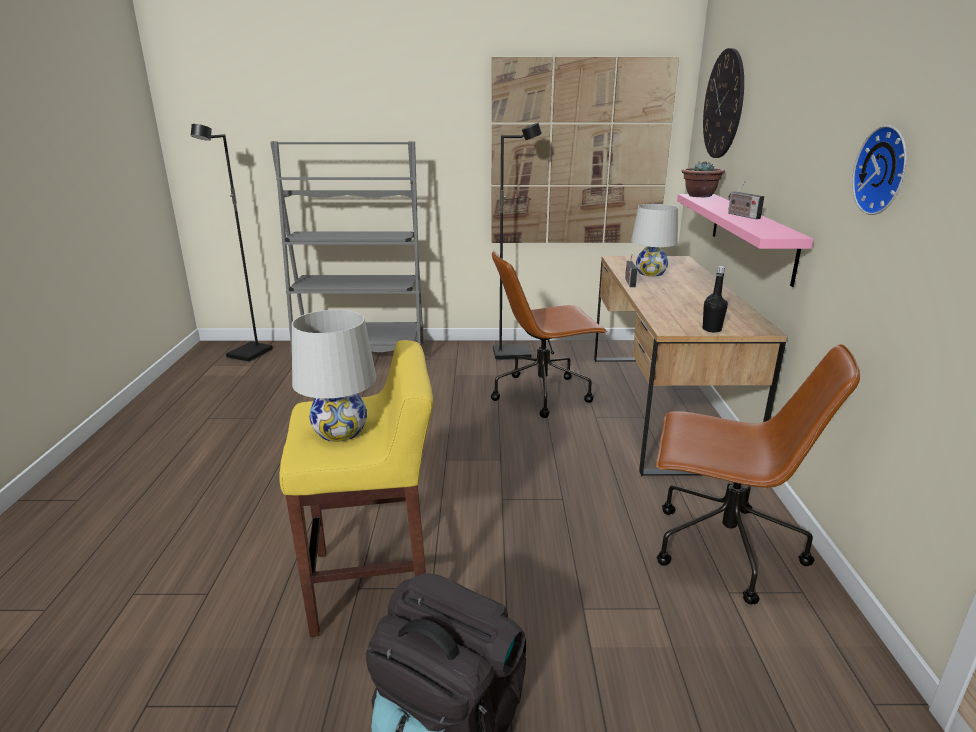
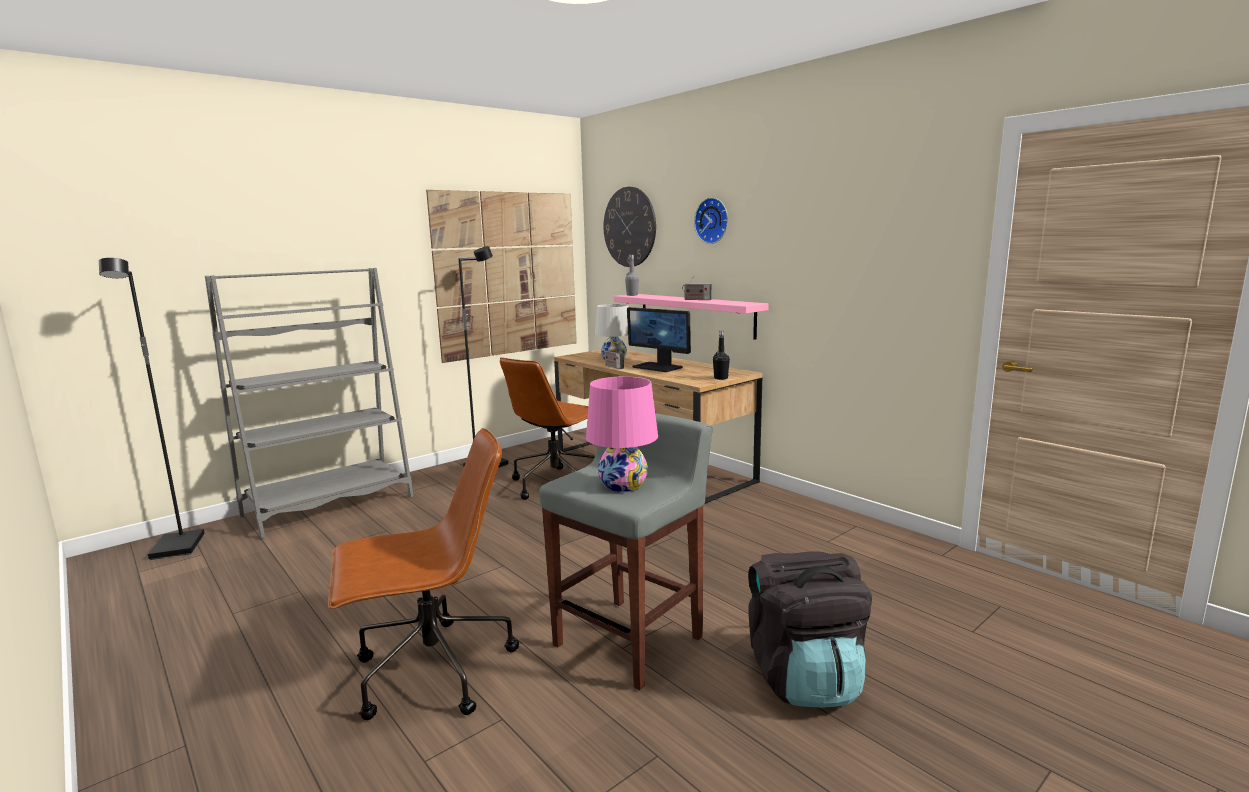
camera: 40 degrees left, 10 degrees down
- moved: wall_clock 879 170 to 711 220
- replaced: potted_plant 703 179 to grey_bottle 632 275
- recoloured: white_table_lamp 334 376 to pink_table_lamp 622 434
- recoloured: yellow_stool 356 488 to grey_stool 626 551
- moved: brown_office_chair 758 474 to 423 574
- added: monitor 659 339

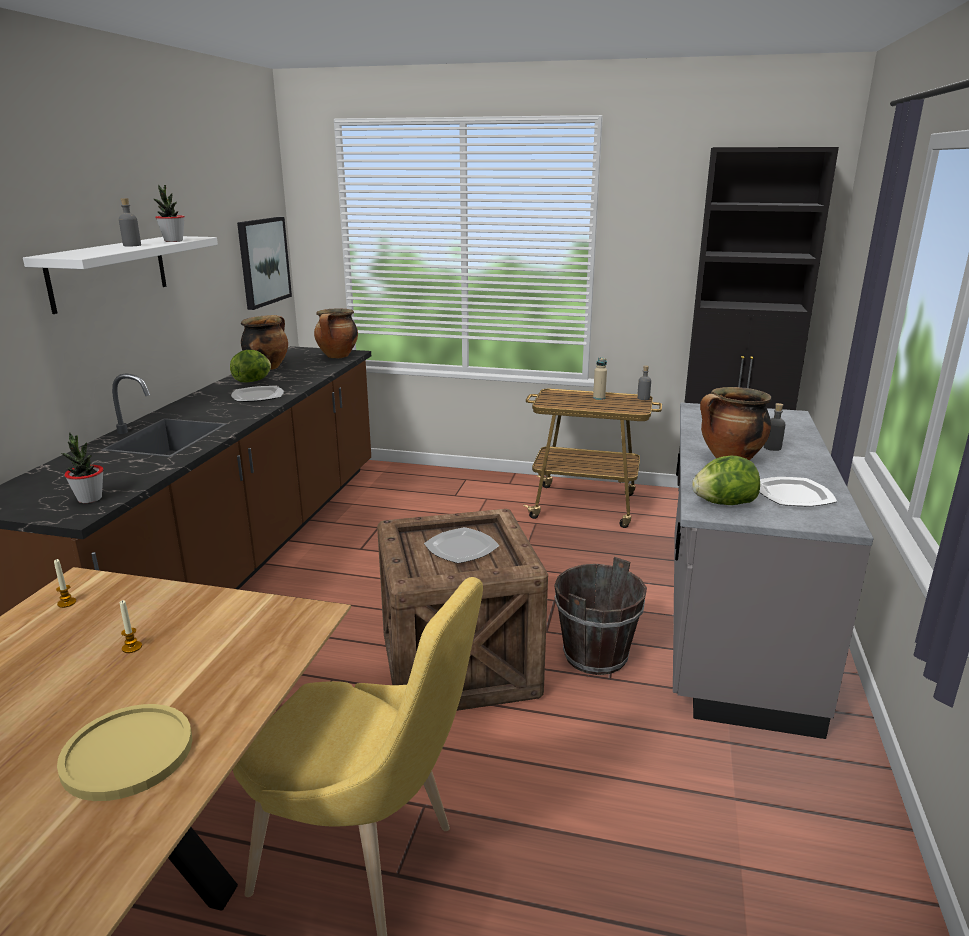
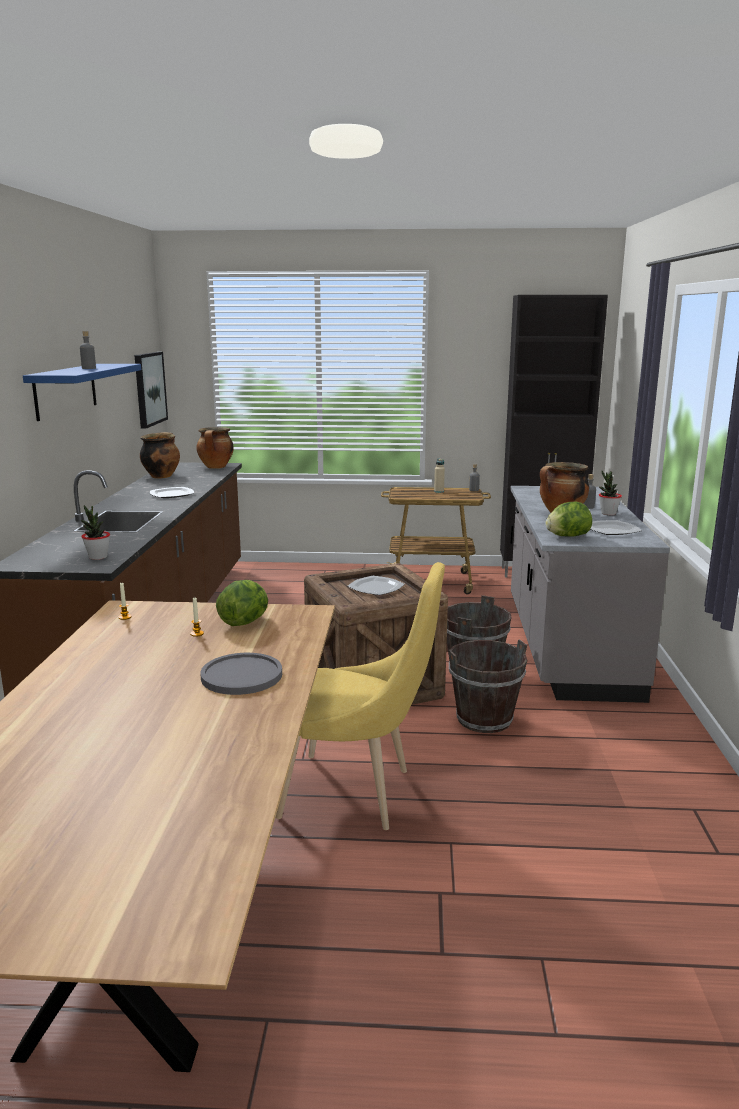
camera: 10 degrees left, 5 degrees down
- moved: potted_plant 169 213 to 610 493
- recoloured: white_shelf 120 275 to blue_shelf 82 392
- moved: lettuce 250 366 to 242 603
- recoloured: yellow_plate 124 752 to grey_plate 241 674
- added: brown_bucket 487 686

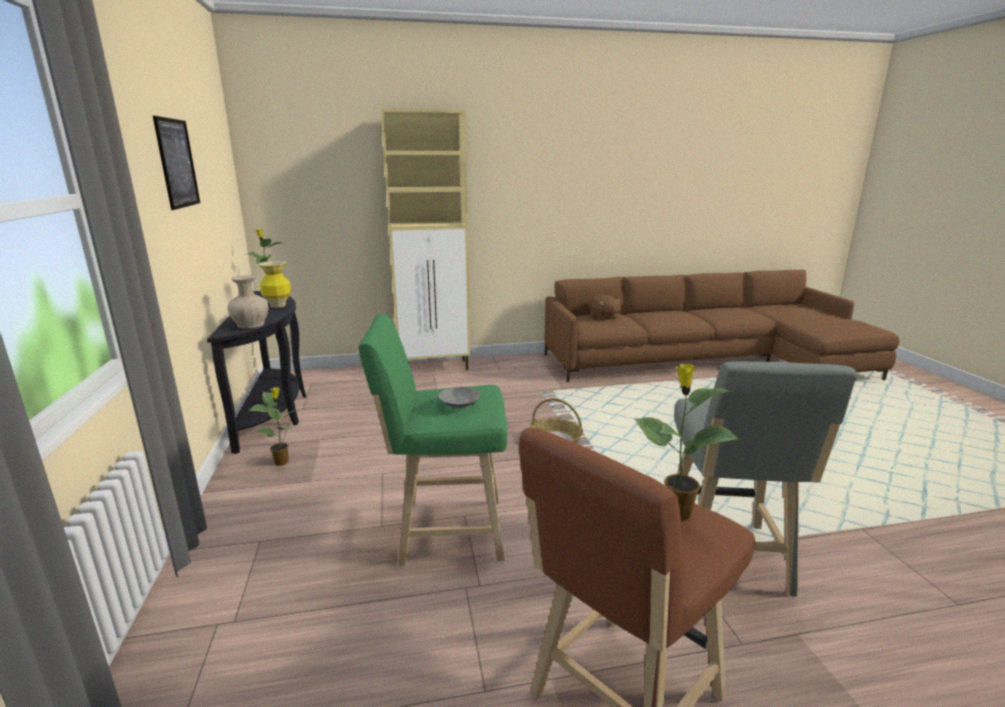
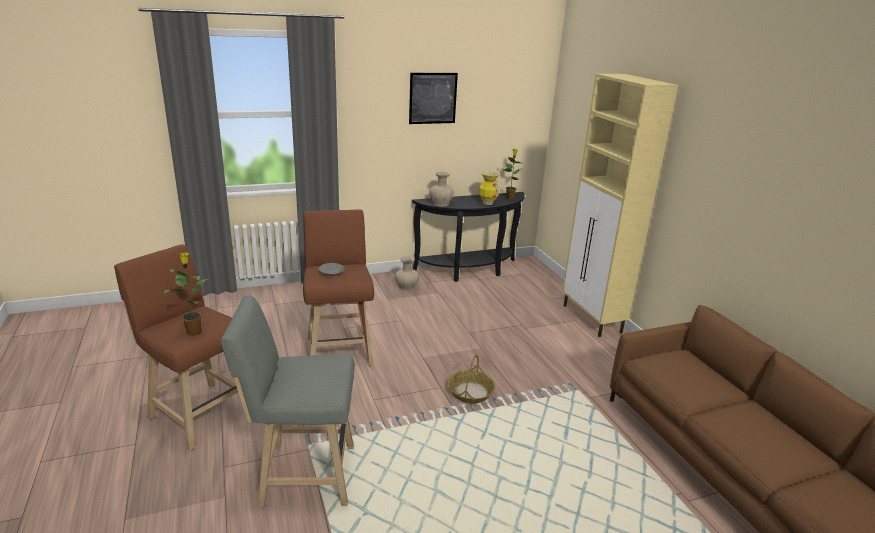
camera: 80 degrees right, 5 degrees up
- removed: brown_plush_toy 605 307
- recoloured: green_stool 432 439 to brown_stool 338 288
- replaced: potted_plant 274 426 to beige_vase 407 273

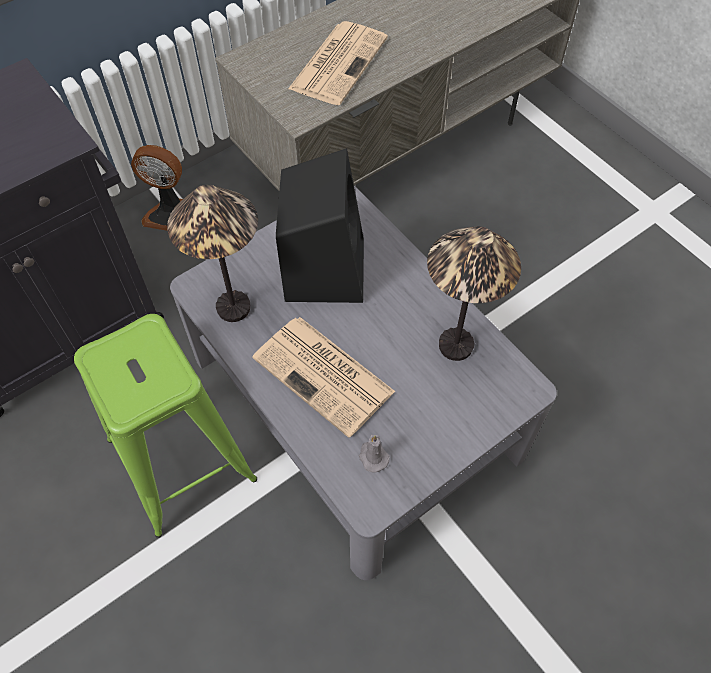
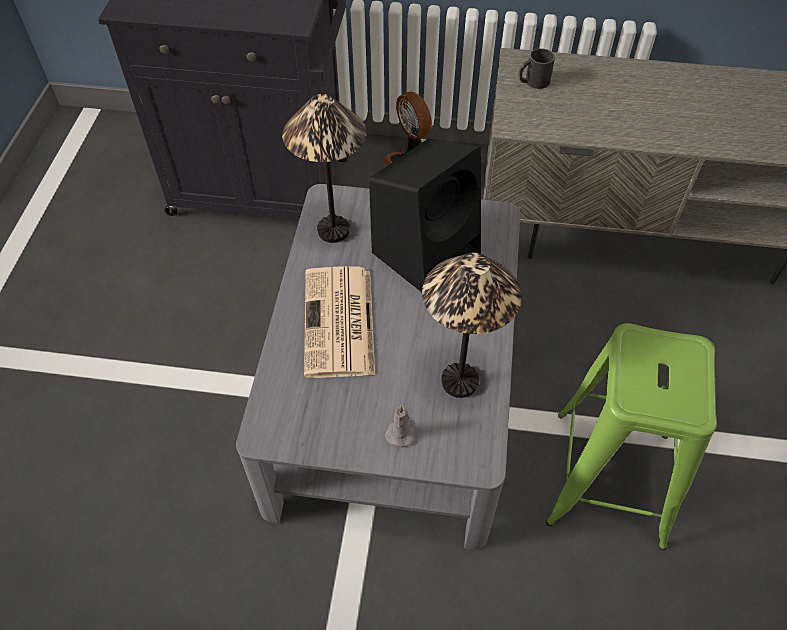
camera: 45 degrees right, 5 degrees down
- removed: newspaper 338 63
- moved: green_stool 165 426 to 631 436
- moved: grey_candle 374 454 to 400 426
- added: black_mug 536 68

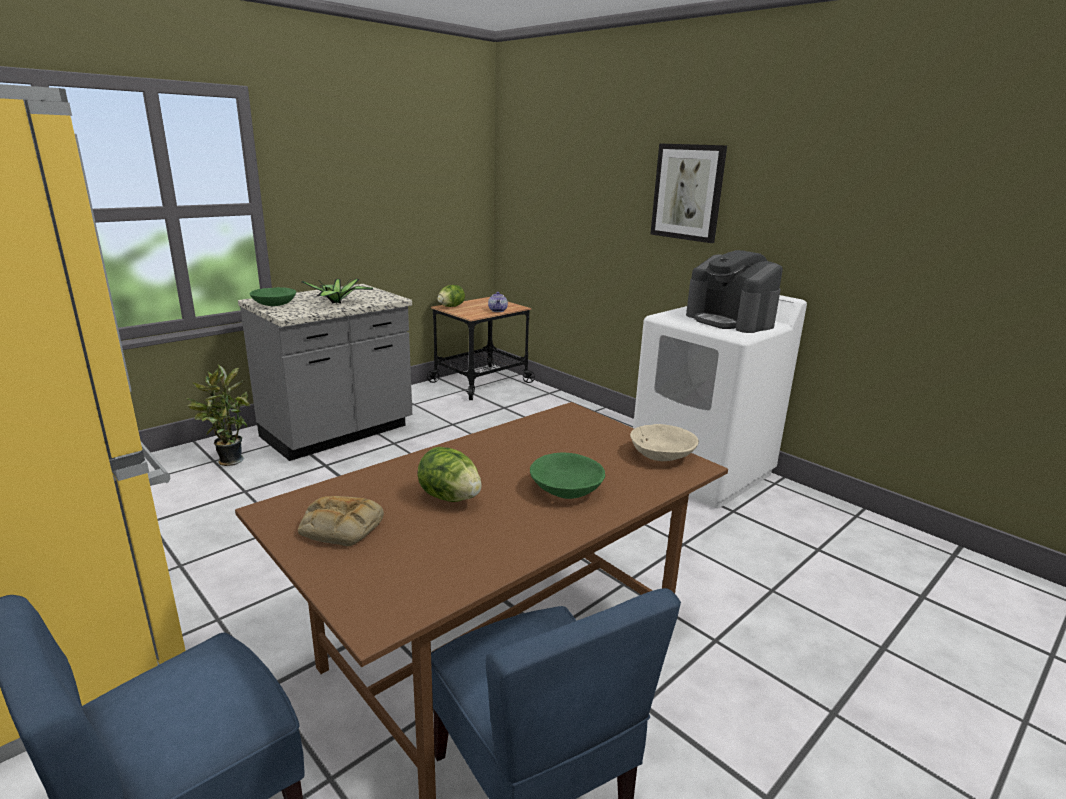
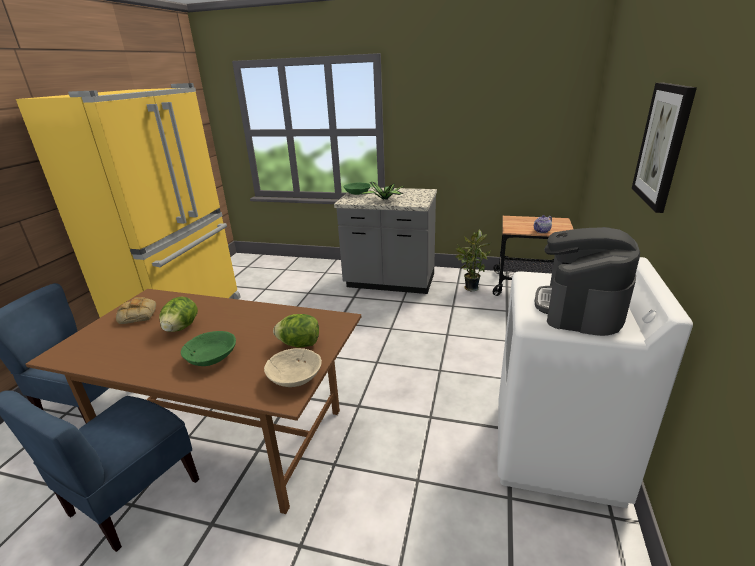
camera: 60 degrees right, 5 degrees up
- moved: lettuce 451 296 to 296 331
- moved: potted_plant 218 415 to 473 260

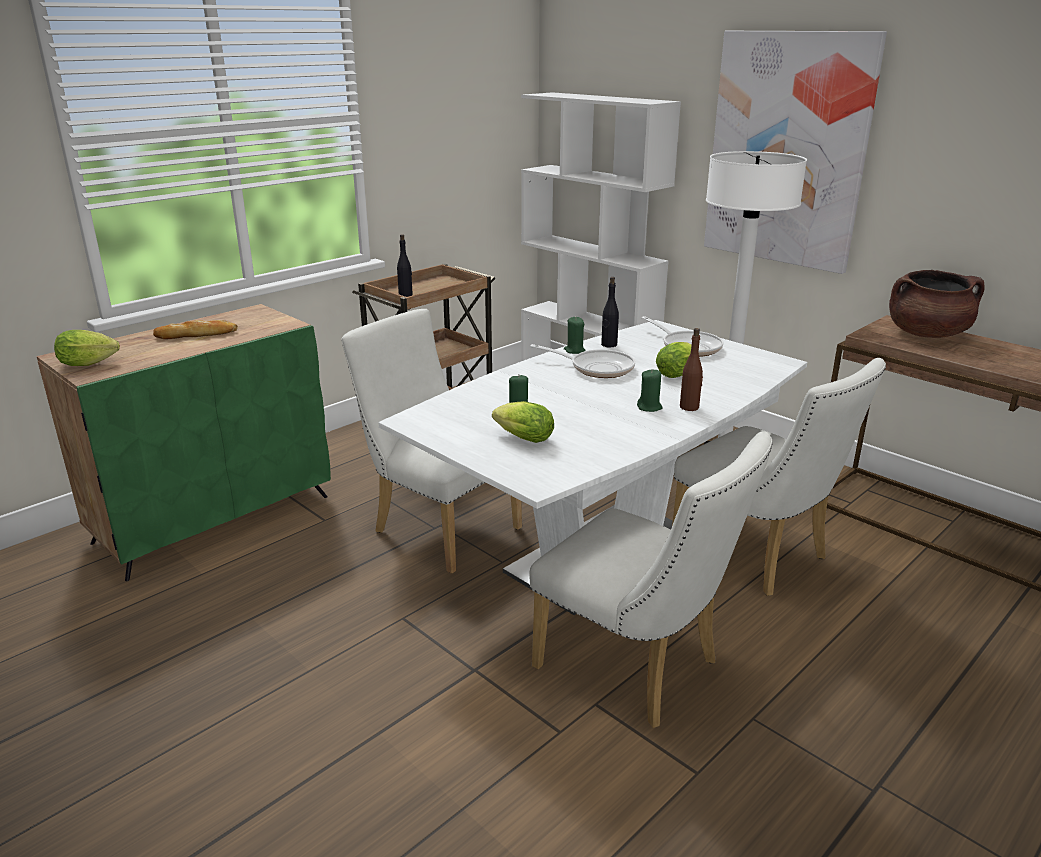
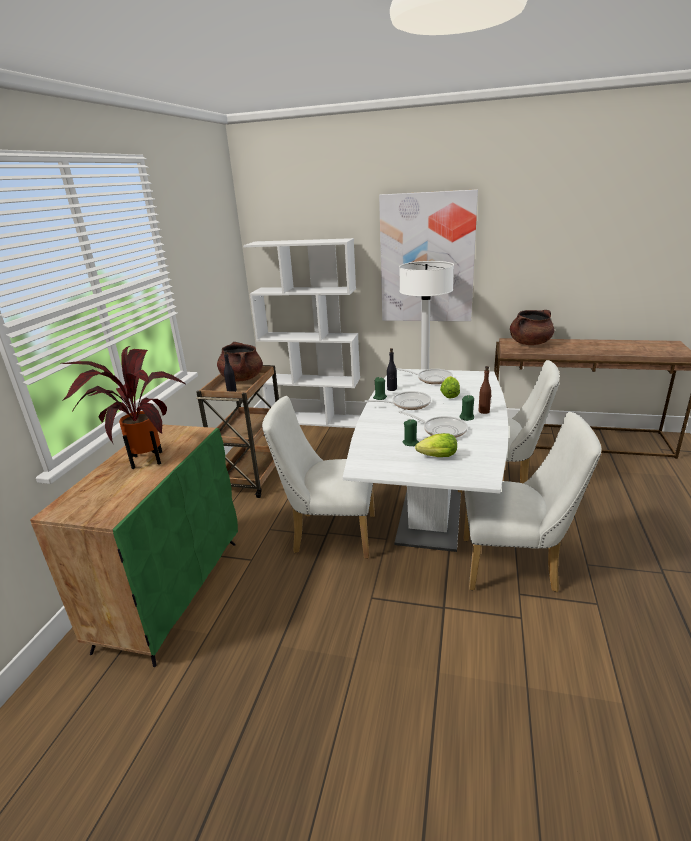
camera: 30 degrees left, 0 degrees up
- replaced: bread 195 329 to potted_plant 123 407
- removed: lettuce 87 348
- added: brown_cooking_pot 240 361
- added: frying_pan 433 424

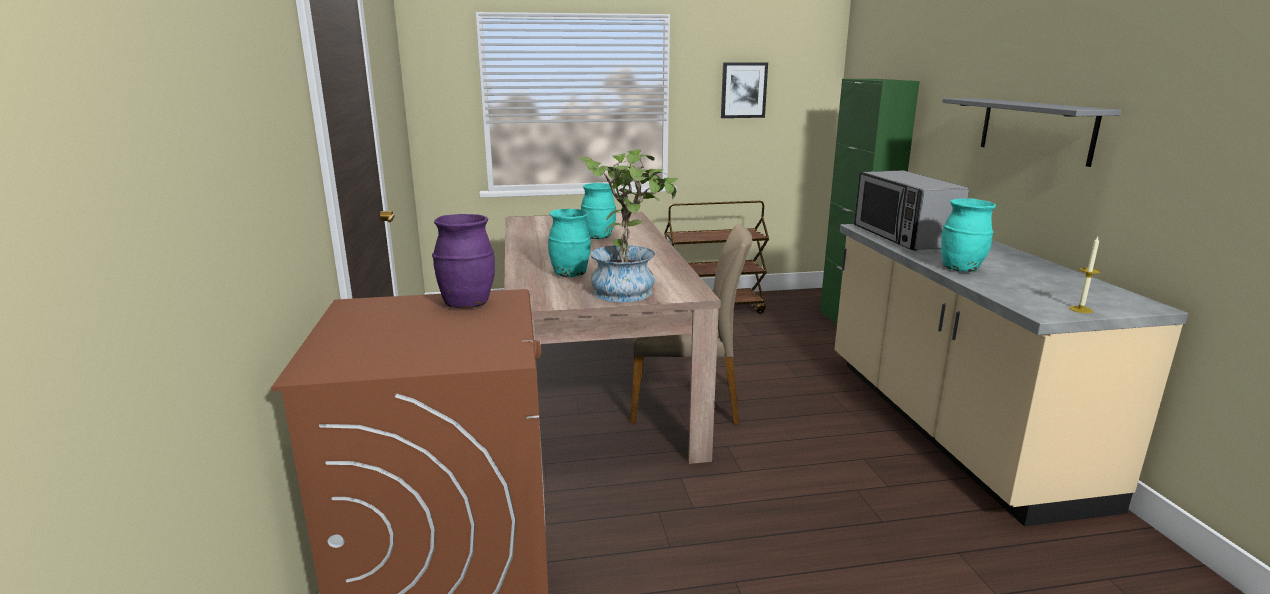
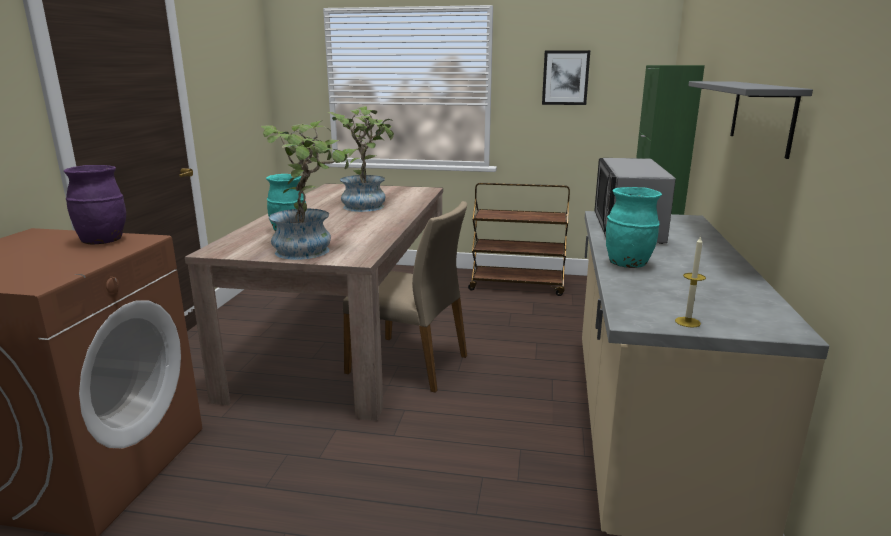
camera: 20 degrees right, 0 degrees up
- replaced: turquoise_vase 598 211 to potted_plant 360 159

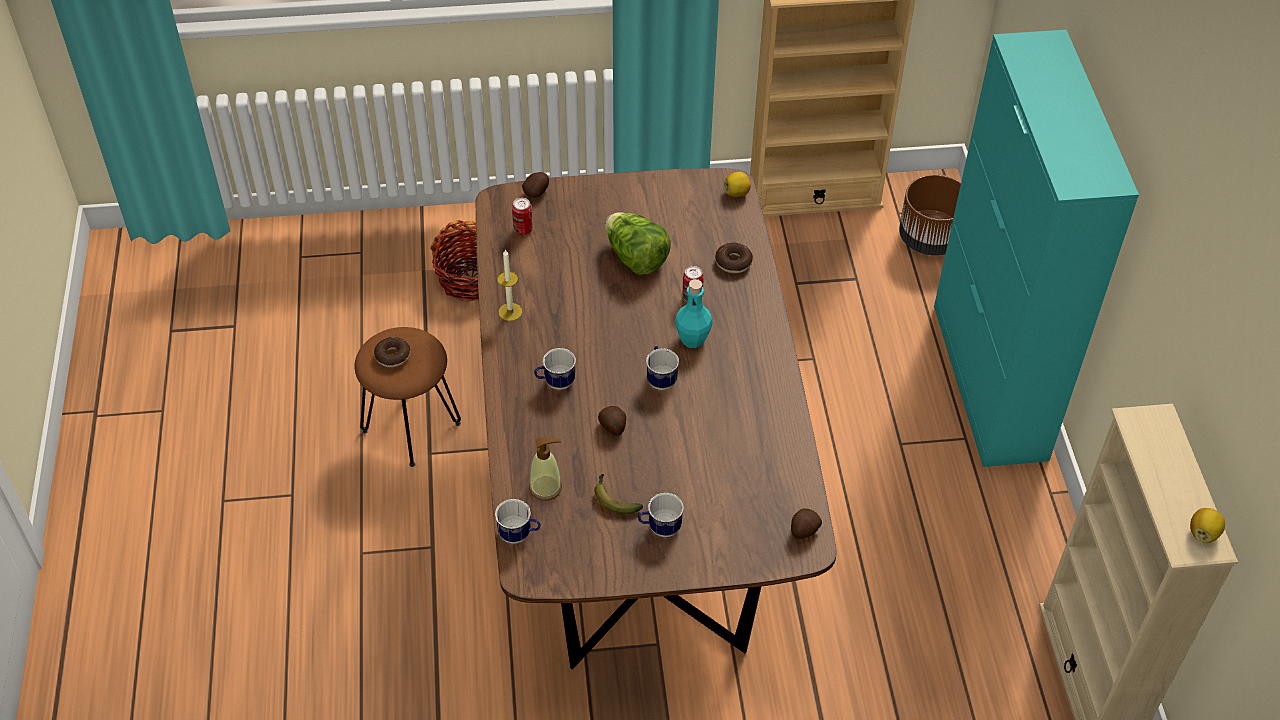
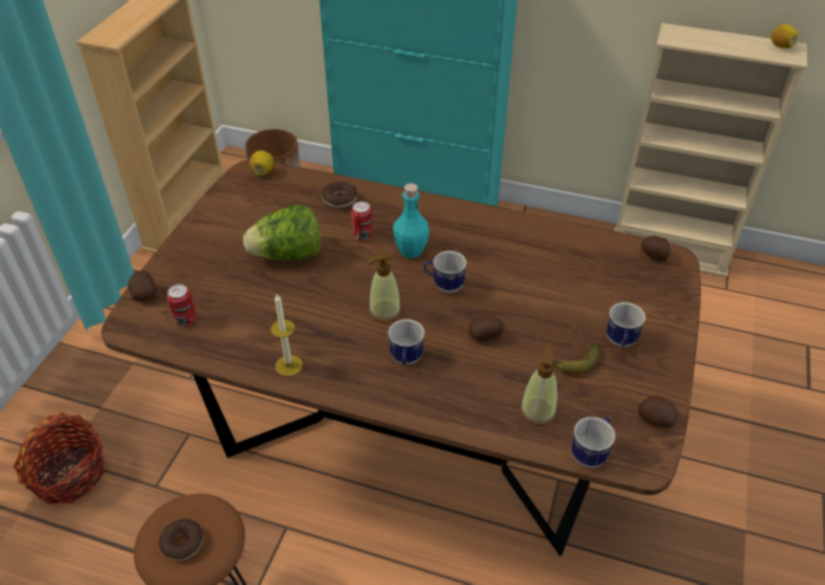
camera: 65 degrees left, 5 degrees down
- added: soap_dispenser 383 287
- added: potato 658 411

